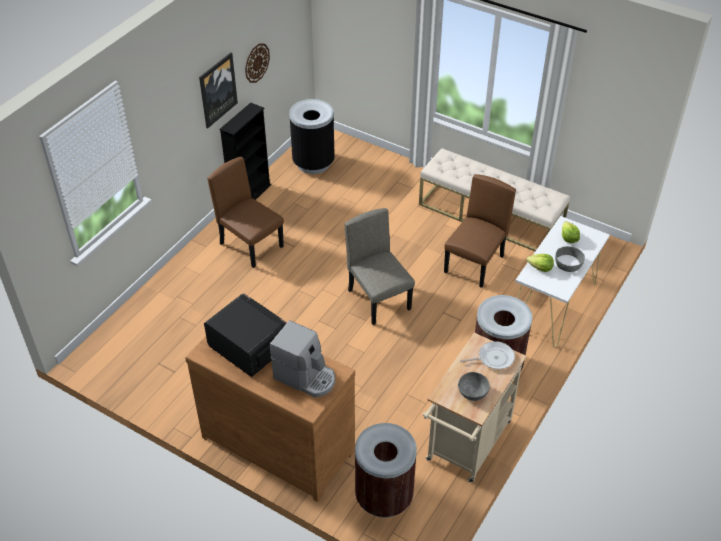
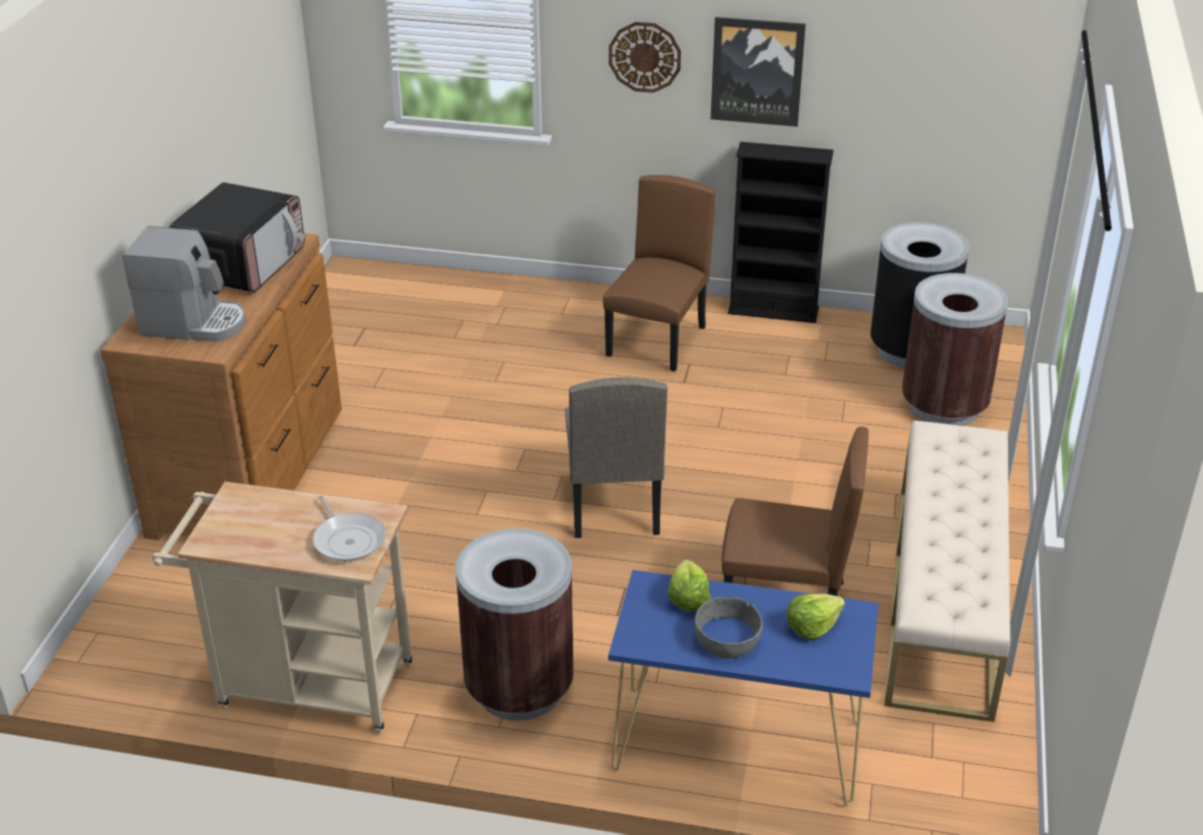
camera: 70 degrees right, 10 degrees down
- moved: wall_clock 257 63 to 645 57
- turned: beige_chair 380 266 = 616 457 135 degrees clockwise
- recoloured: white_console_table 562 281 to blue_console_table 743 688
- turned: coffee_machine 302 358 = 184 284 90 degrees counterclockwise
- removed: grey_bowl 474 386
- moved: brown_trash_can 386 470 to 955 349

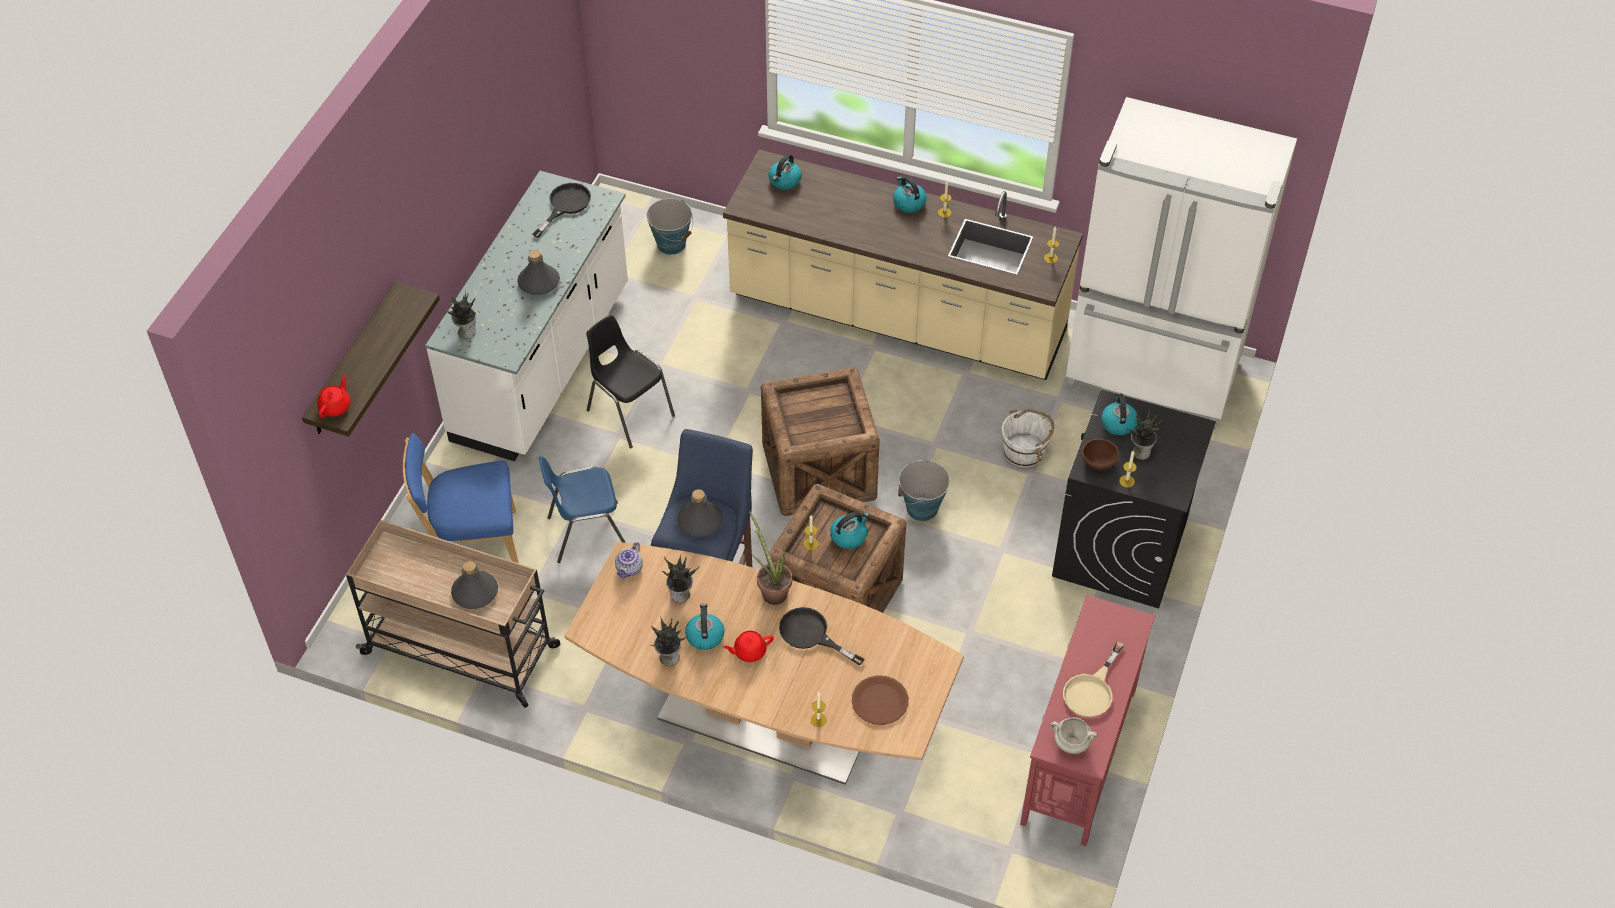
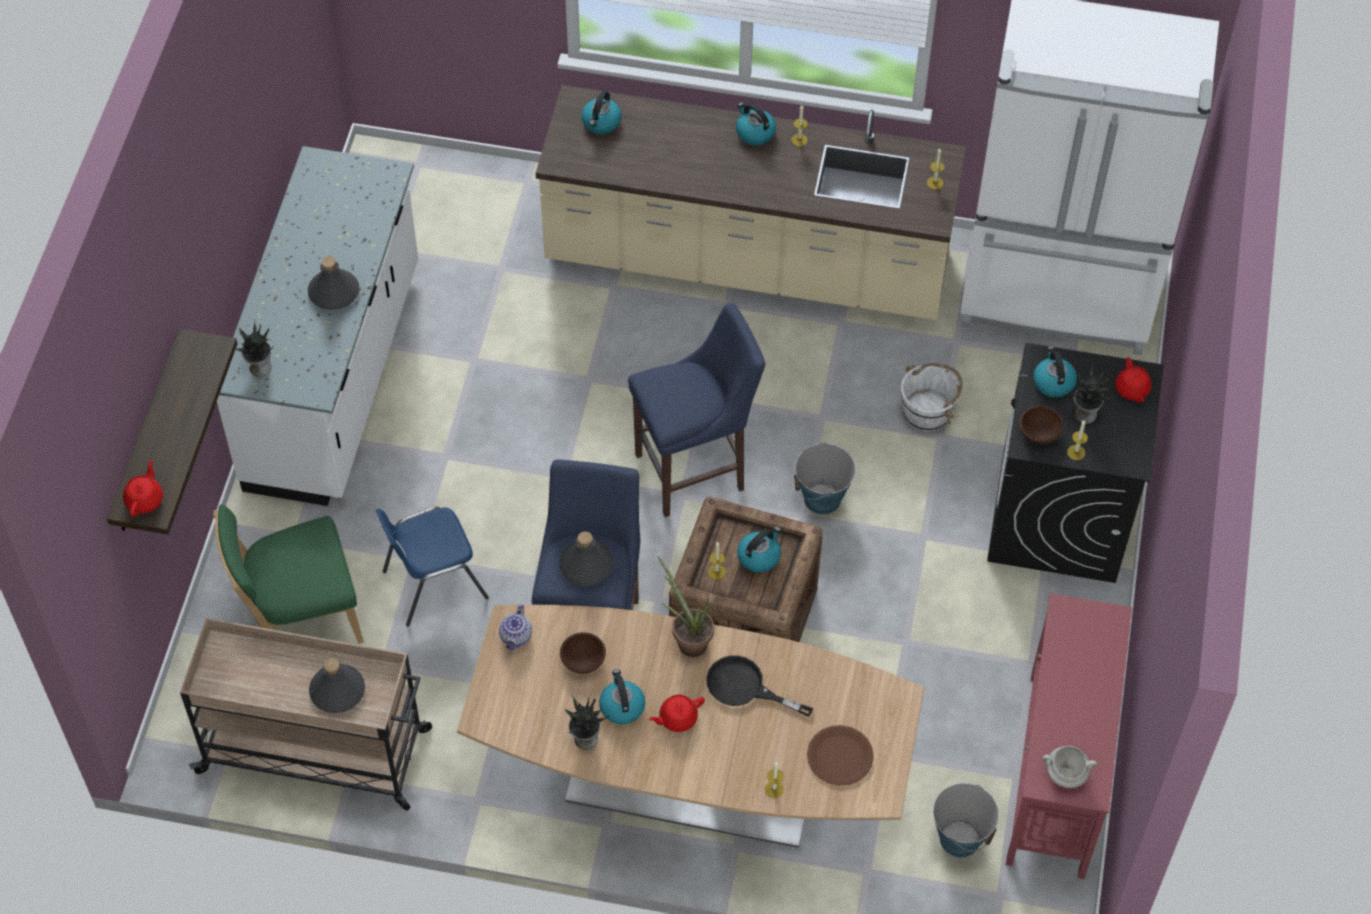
camera: 10 degrees left, 5 degrees up
- removed: black_frying_pan 561 210
- moved: bucket 669 226 to 966 820
- removed: black_chair 630 382
- replaced: crate 820 441 to blue_stool 696 410
- recoloured: blue_chair 461 498 to green_chair 288 573
- replaced: potted_plant 680 579 to brown_bowl 583 653
- removed: beige_frying_pan 1093 679
- added: red_teapot 1133 380

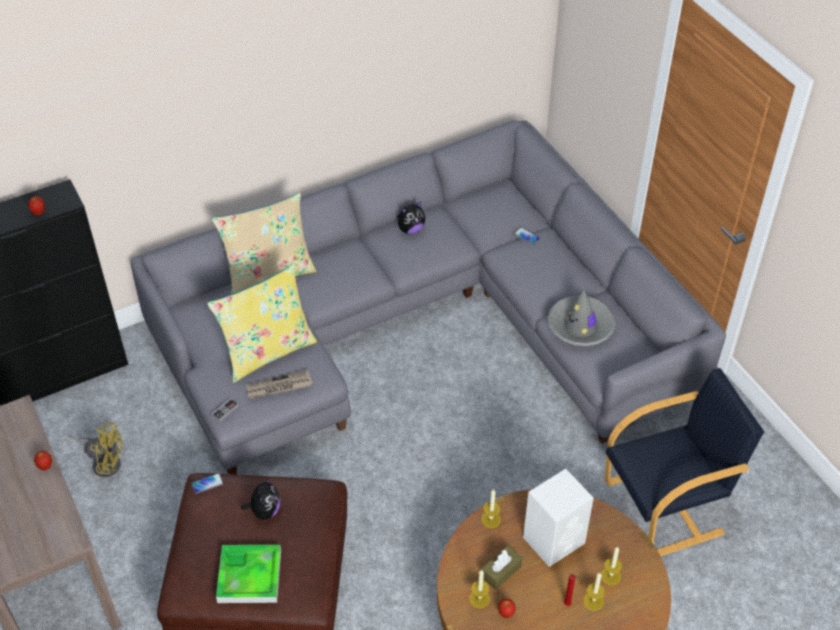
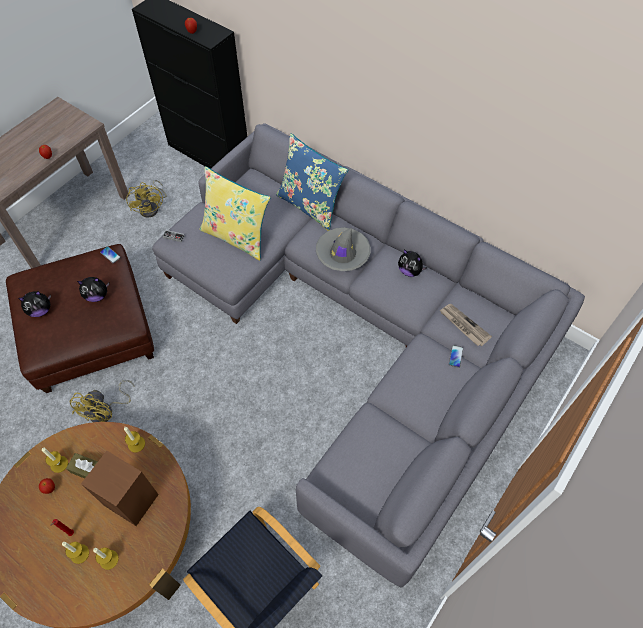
camera: 65 degrees right, 10 degrees up
- recoloured: beige_pillow 264 243 to blue_pillow 312 182
- moved: grey_hat 582 318 to 343 249
- moved: newspaper 280 384 to 466 325
- recoloured: white_speaker 558 518 to brown_speaker 120 488
- replaced: tray 248 574 to plush_toy 34 304
- added: yellow_fan 102 401

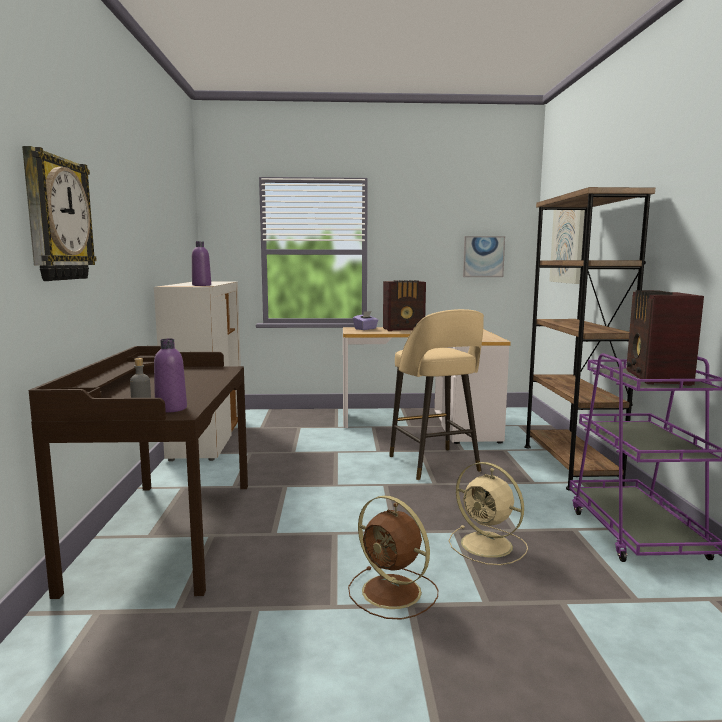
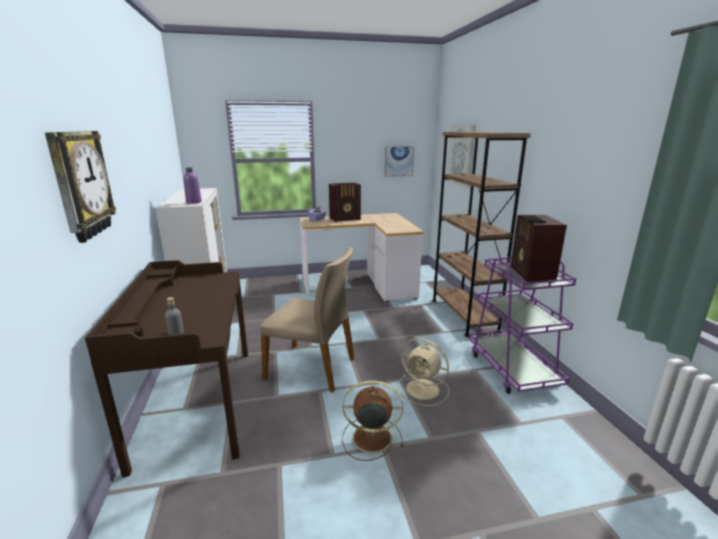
camera: 10 degrees left, 10 degrees up
- removed: beige_stool 436 394
- removed: purple_bottle 170 376
- turned: brown_fan 393 557 = 373 420 150 degrees clockwise
- added: beige_chair 307 319

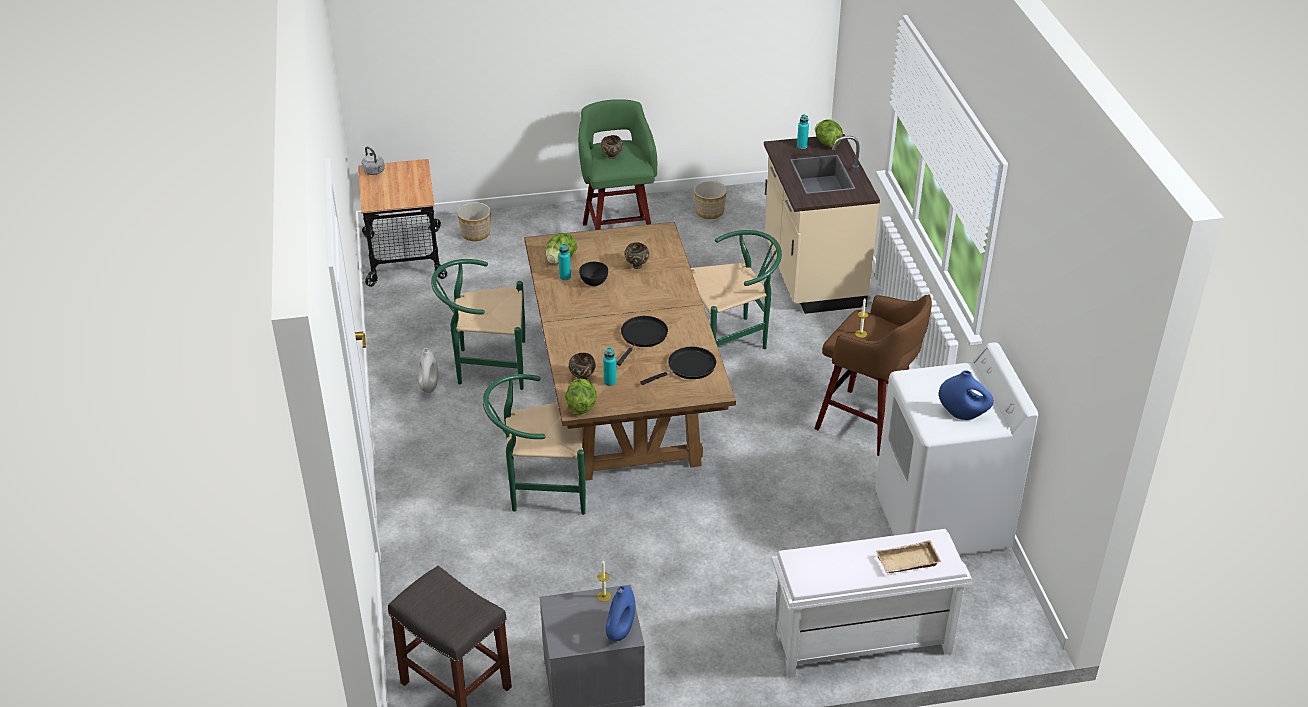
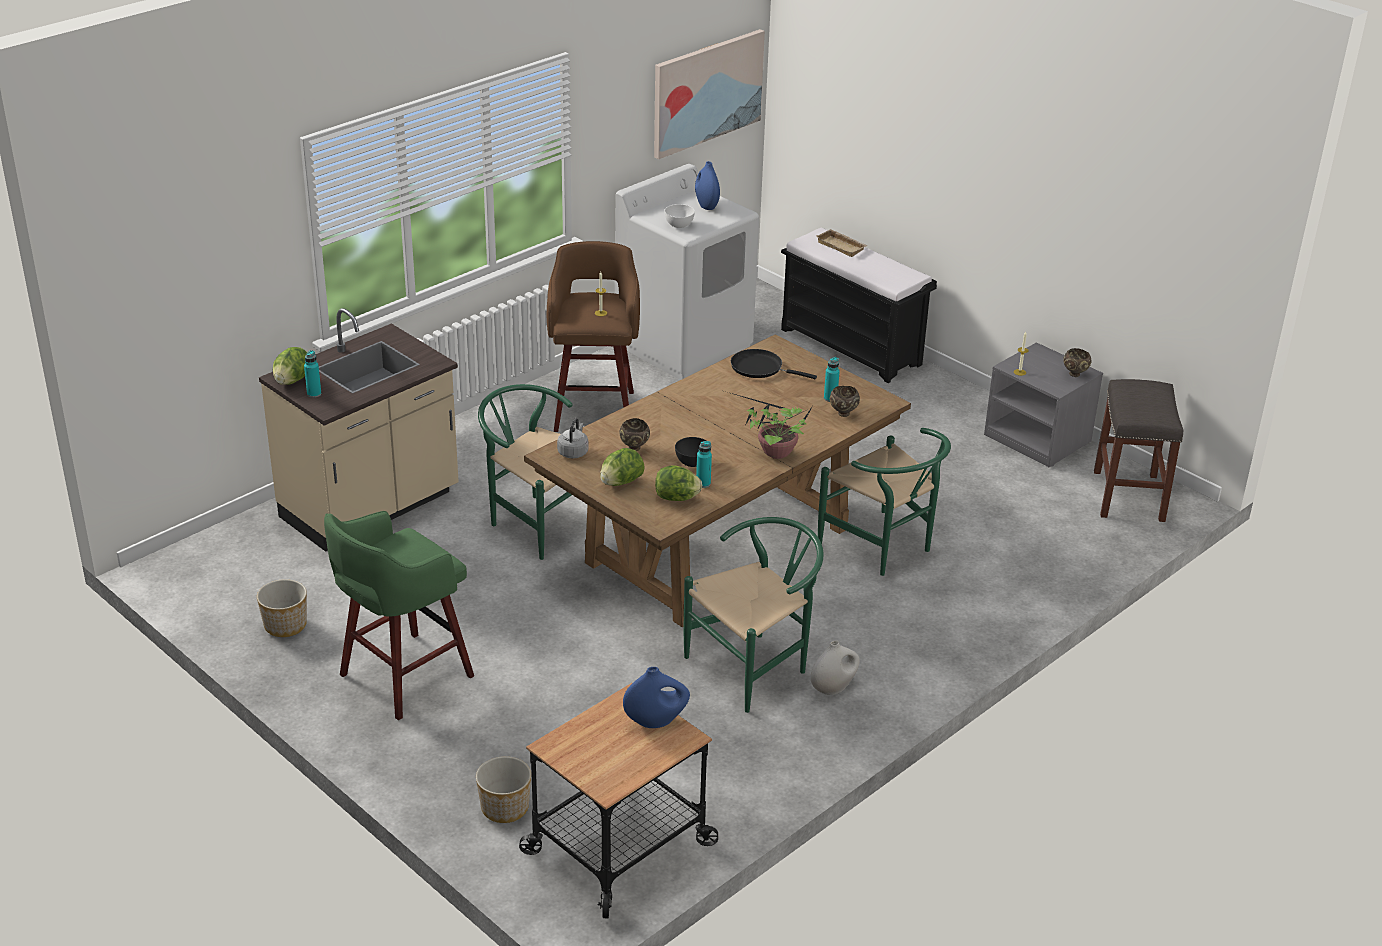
camera: 125 degrees left, 5 degrees down
- moved: brown_bowl 612 147 to 1077 362
- moved: grey_kettle 373 160 to 573 438
- turned: green_chair 478 324 = 754 615 90 degrees counterclockwise
- removed: black_frying_pan 642 341
- moved: lettuce 580 396 to 622 467
- recoloured: white_bench 872 603 to black_bench 859 305
- moved: blue_vase 620 613 to 656 697
- added: picture 709 94
- added: white_bowl 679 216
- added: potted_plant 770 425

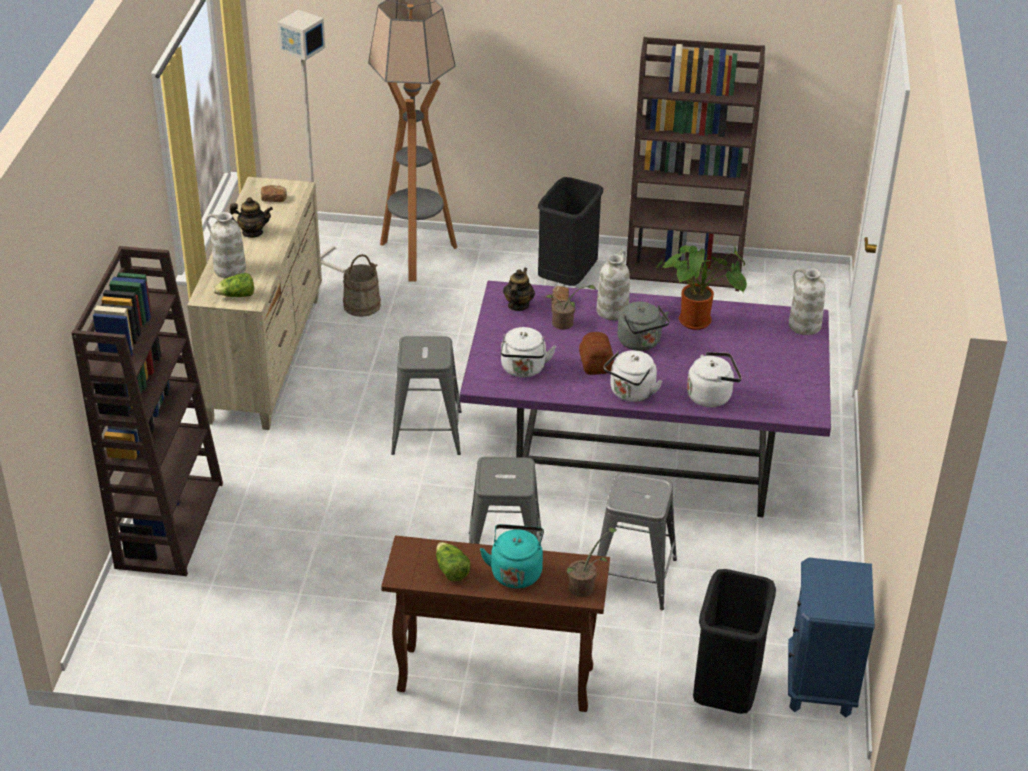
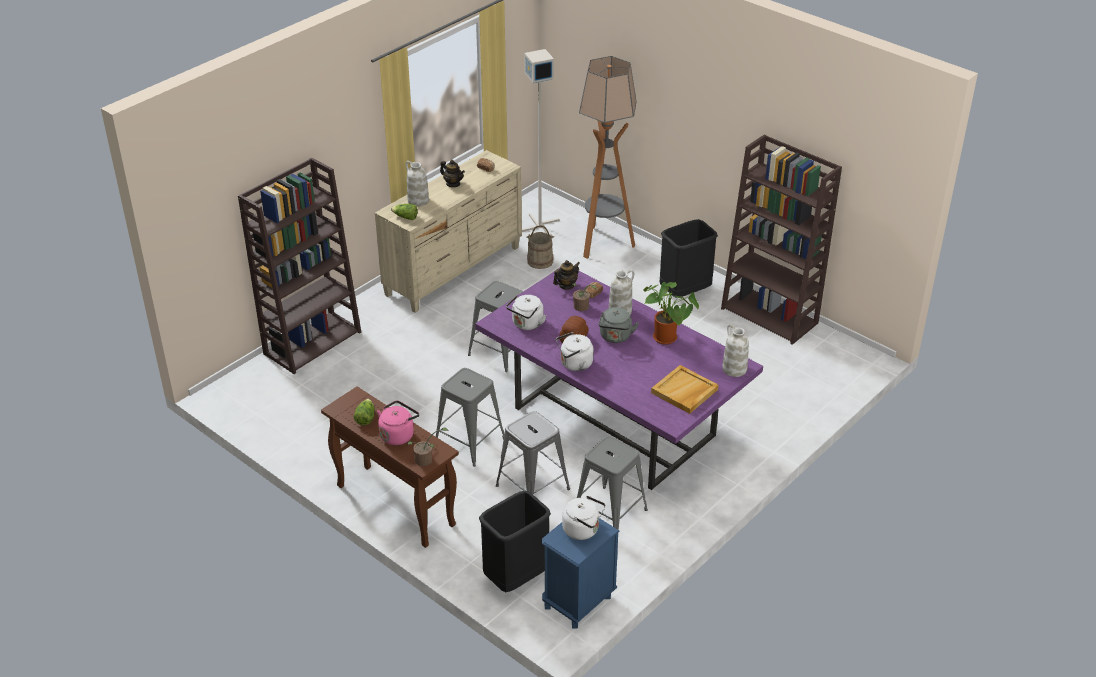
camera: 35 degrees right, 0 degrees up
- moved: white_kettle 714 379 to 584 518
- recoloured: turquoise_kettle 512 556 to pink_kettle 398 422
- added: beige_tray 685 389
- added: grey_stool 612 483

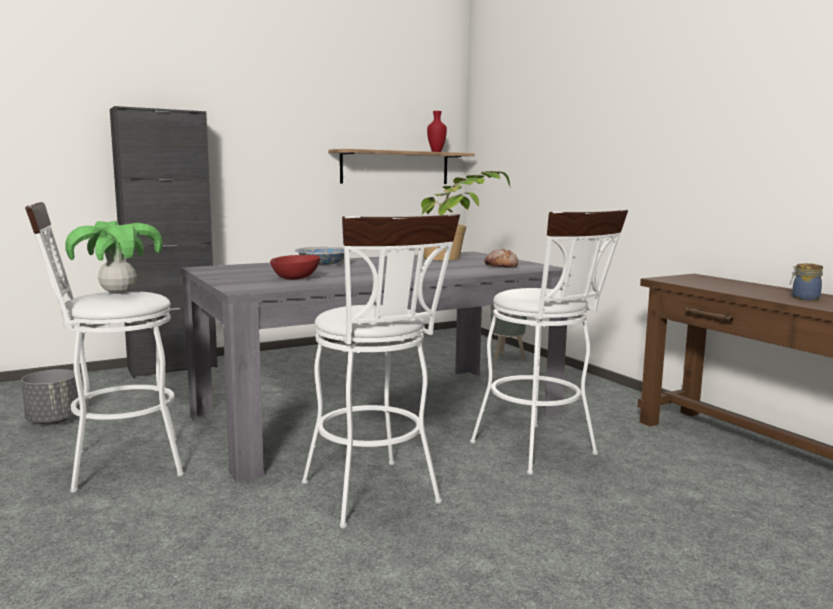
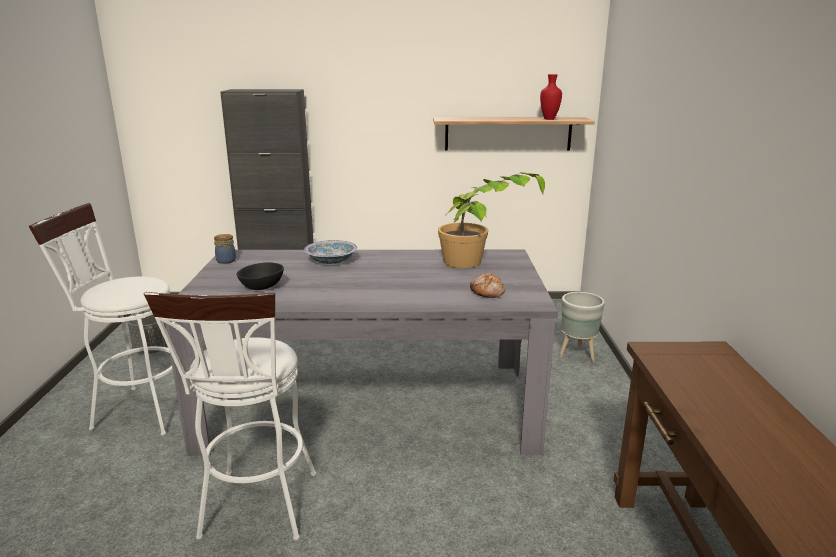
camera: 30 degrees right, 10 degrees up
- removed: white_stool 549 342
- removed: potted_plant 113 257
- recoloured: red_bowl 295 267 to black_bowl 260 276
- moved: jar 806 281 to 225 249

